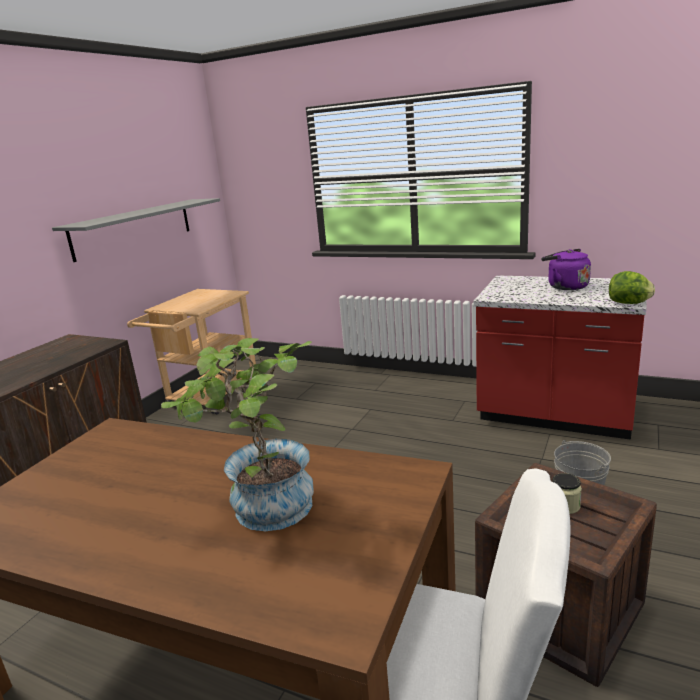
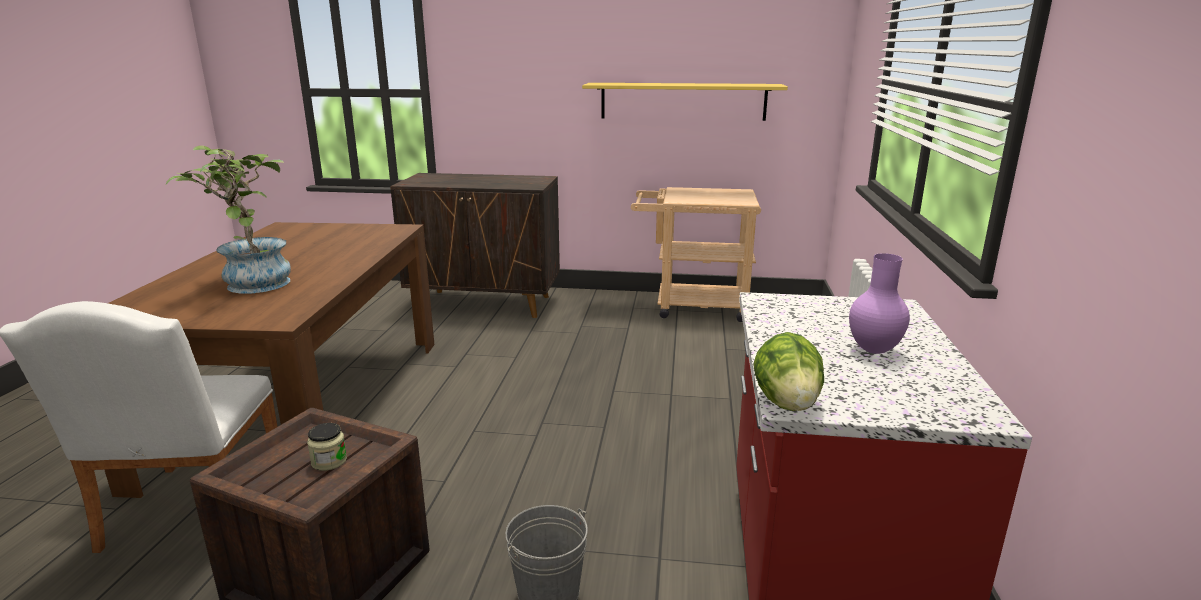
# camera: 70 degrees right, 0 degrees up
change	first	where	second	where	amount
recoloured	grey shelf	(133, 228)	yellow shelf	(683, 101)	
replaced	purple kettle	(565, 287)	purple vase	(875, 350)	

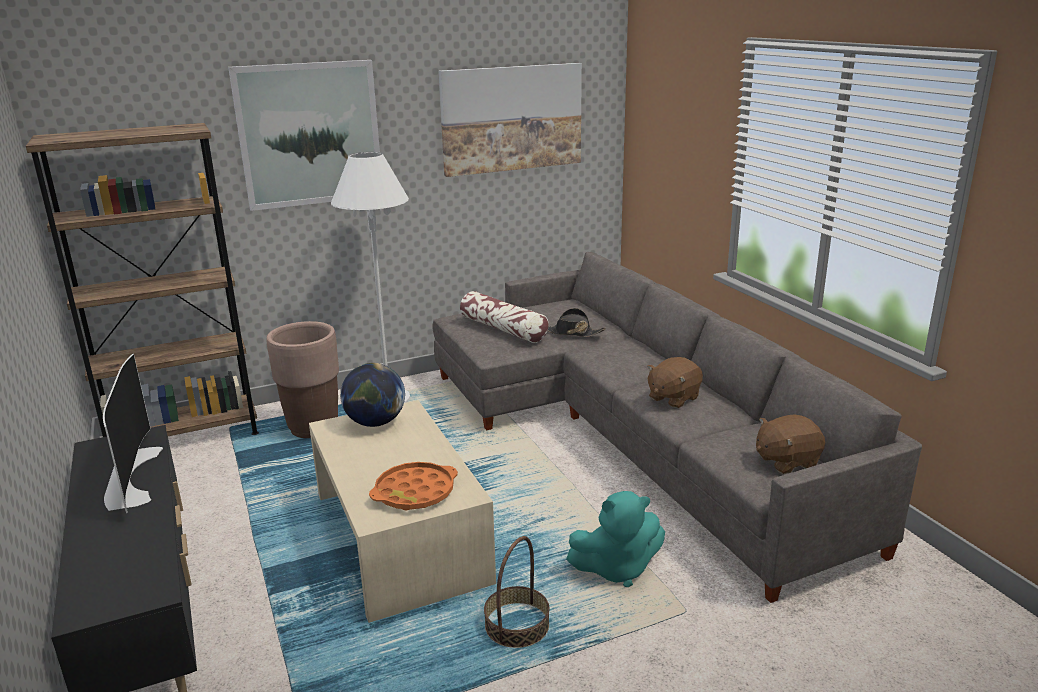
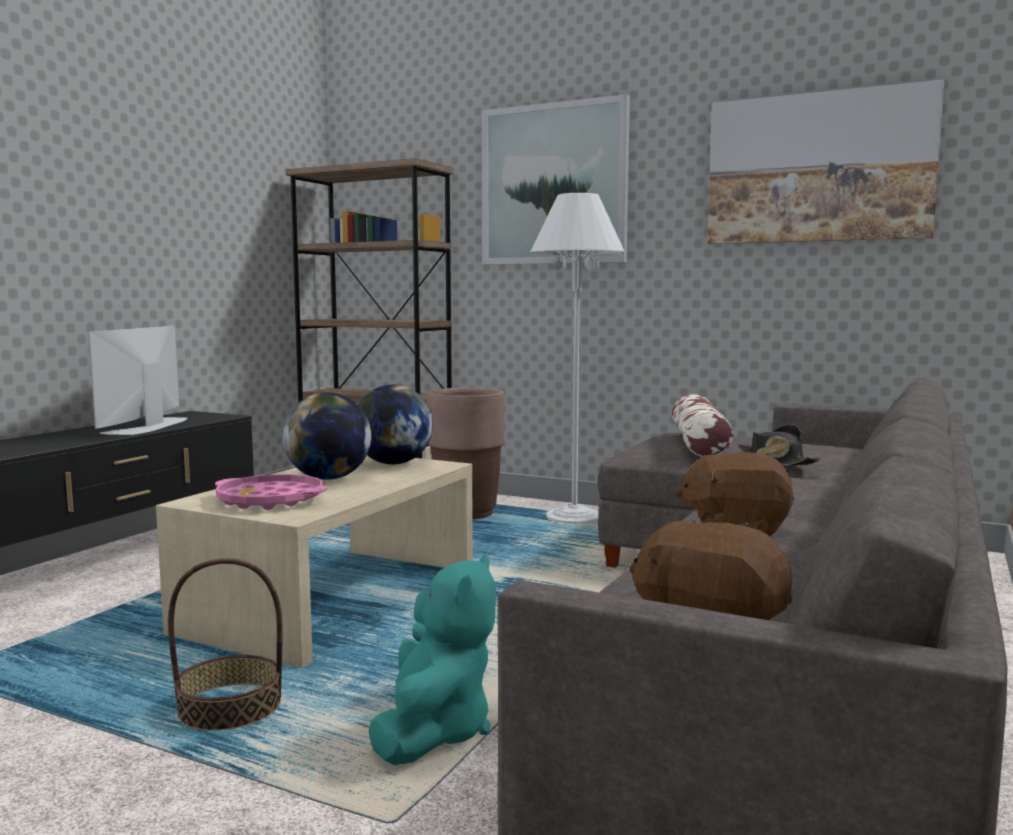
# camera: 50 degrees right, 15 degrees down
change	first	where	second	where	amount
turned	television	(129, 476)		(151, 425)	150 degrees clockwise
recoloured	orange tray	(415, 492)	pink tray	(270, 500)	
turned	turquoise plush toy	(616, 568)		(434, 731)	120 degrees counterclockwise
added			globe	(329, 478)	

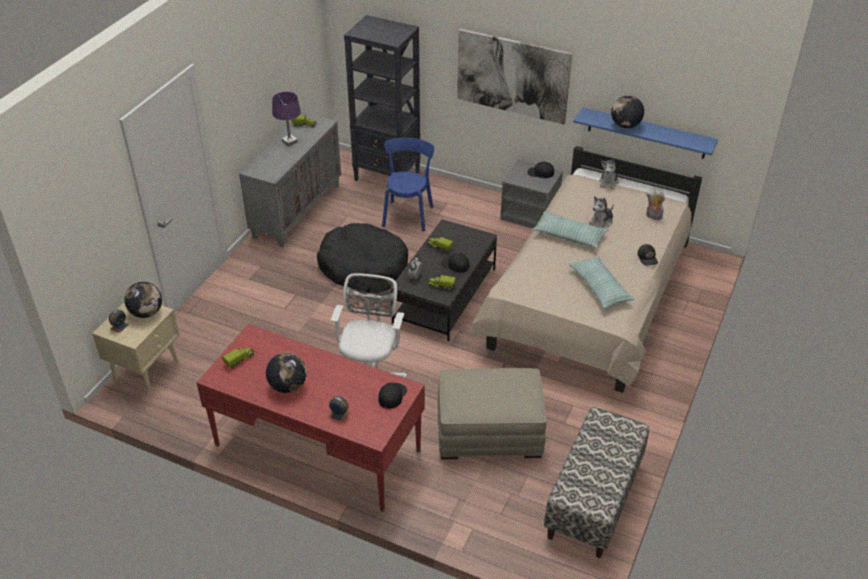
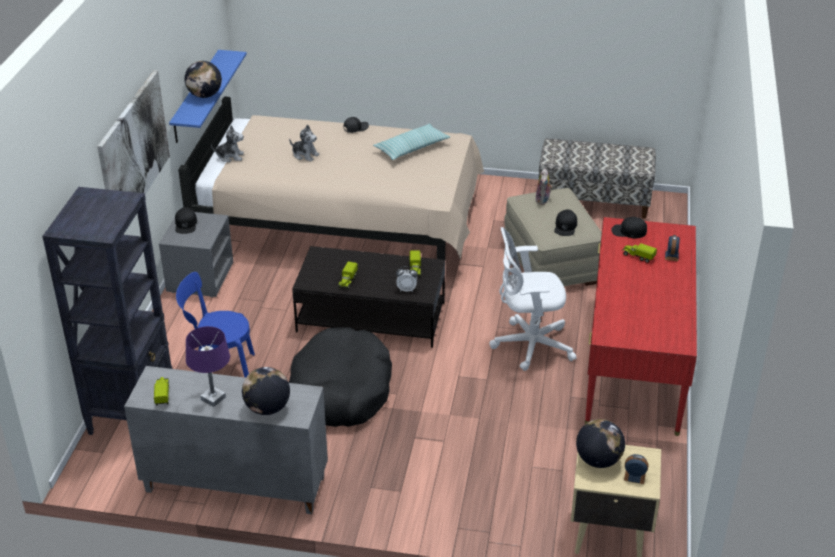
# camera: 105 degrees left, 5 degrees down
change	first	where	second	where	amount
moved	toy truck	(240, 360)		(638, 256)	
moved	globe	(288, 386)		(267, 408)	
moved	black cap	(455, 264)		(565, 226)	
removed	pillow	(569, 236)			
moved	plush toy	(653, 217)		(543, 200)	

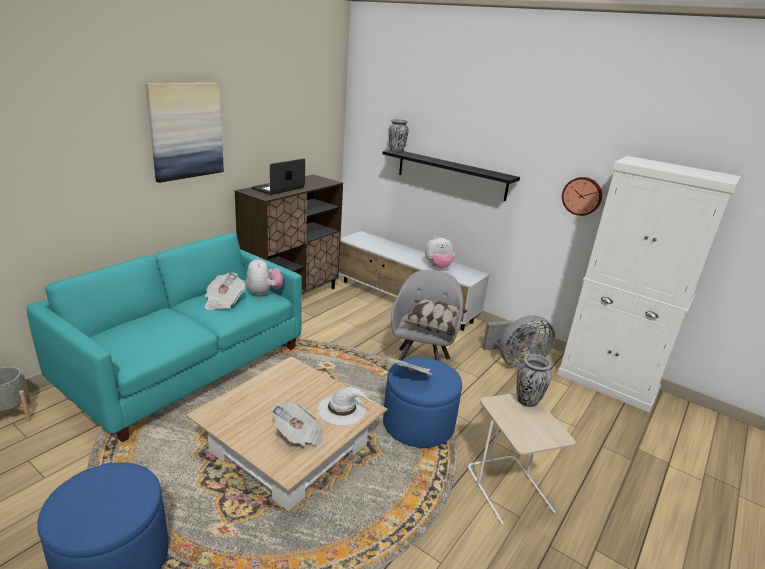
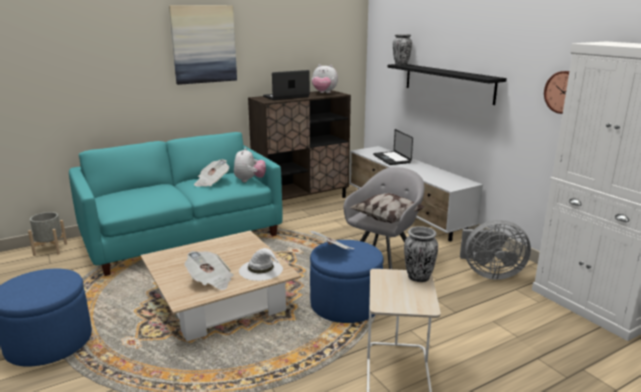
# camera: 25 degrees right, 5 degrees down
change	first	where	second	where	amount
moved	plush toy	(438, 267)		(324, 93)	
added			laptop	(391, 159)	

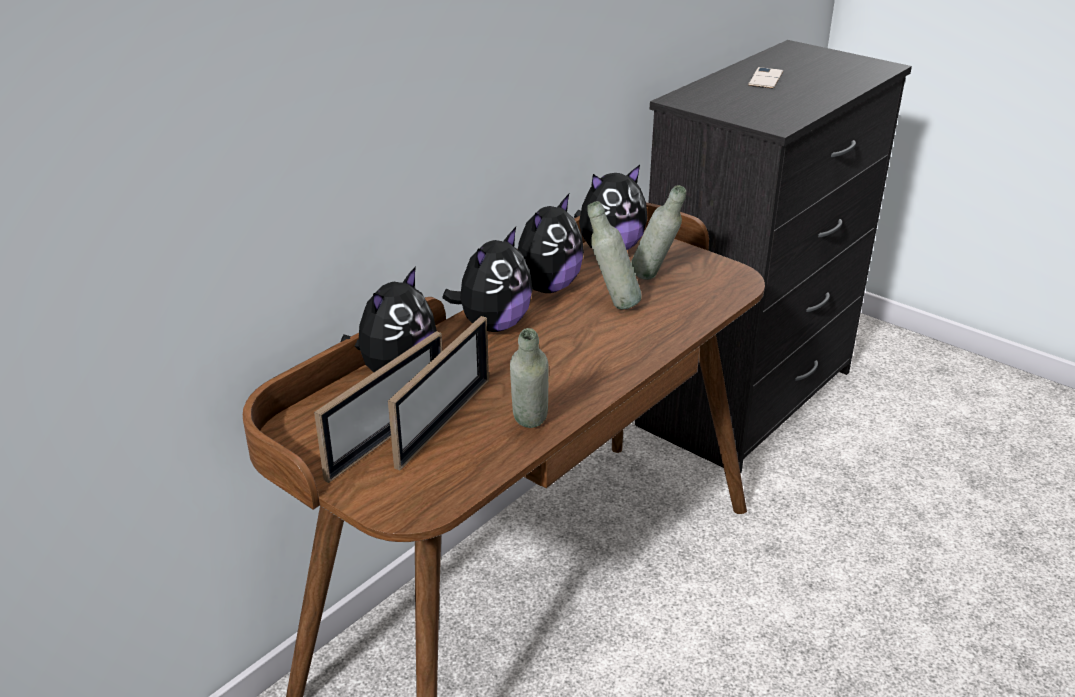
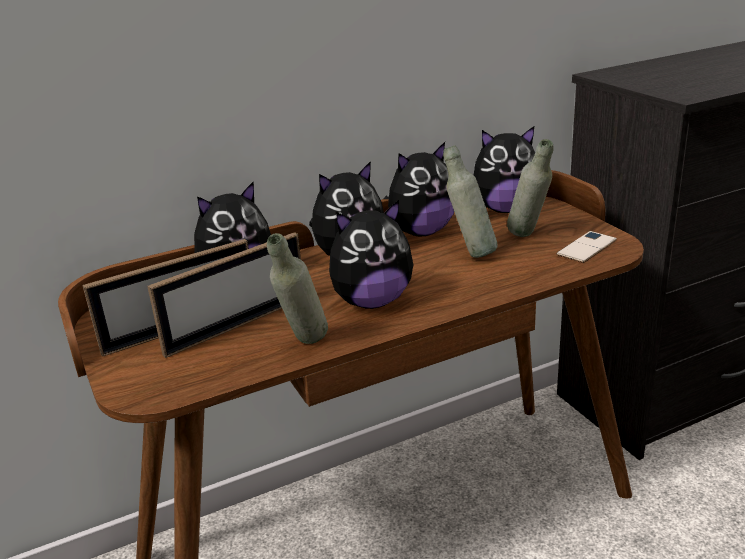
# camera: 25 degrees right, 5 degrees down
change	first	where	second	where	amount
moved	phone	(765, 79)		(586, 247)	
added			plush toy	(372, 301)	

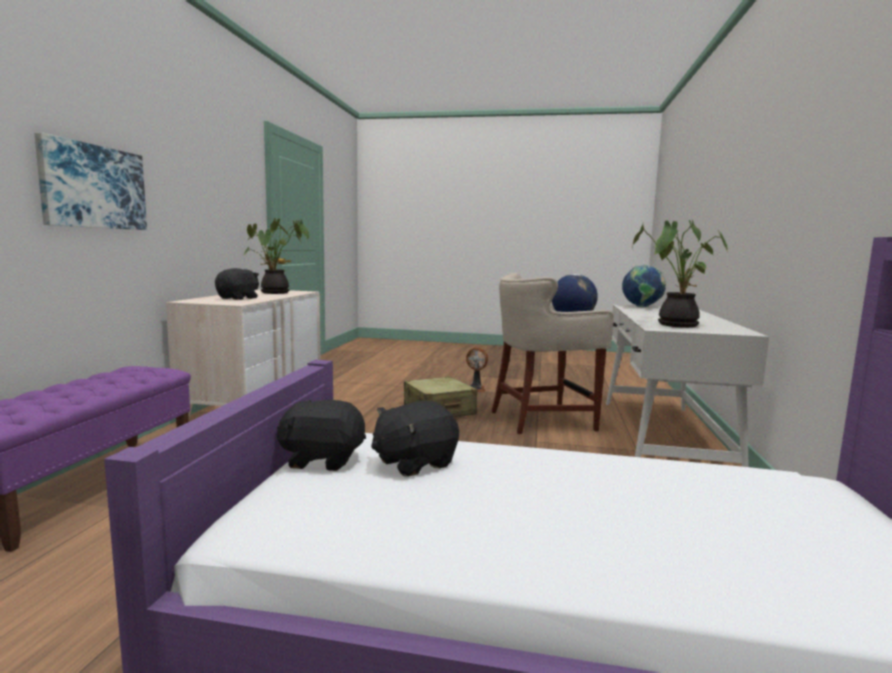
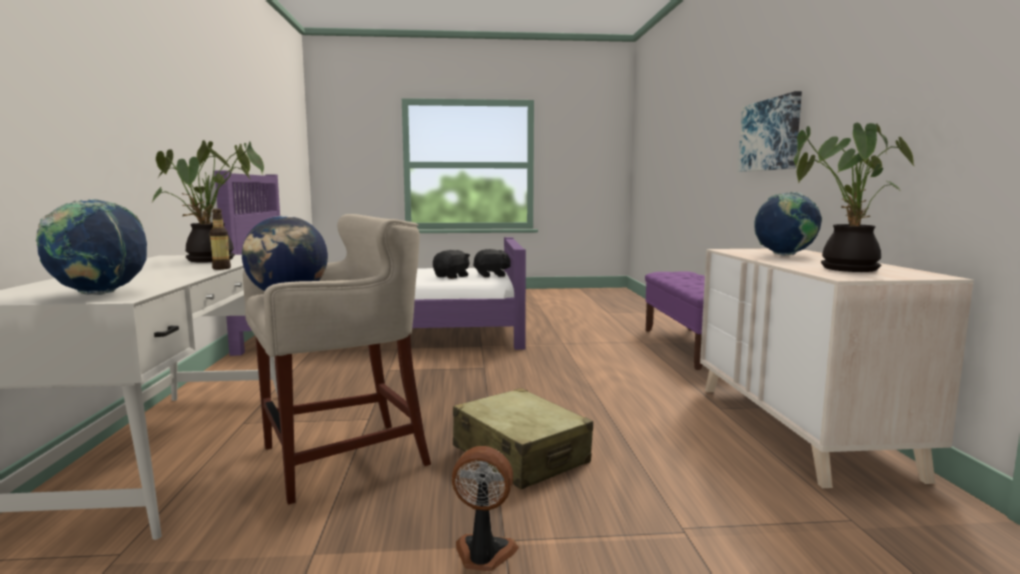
# camera: 165 degrees right, 0 degrees up
change	first	where	second	where	amount
replaced	black plush toy	(238, 298)	globe	(785, 255)	
added			bottle	(221, 268)	

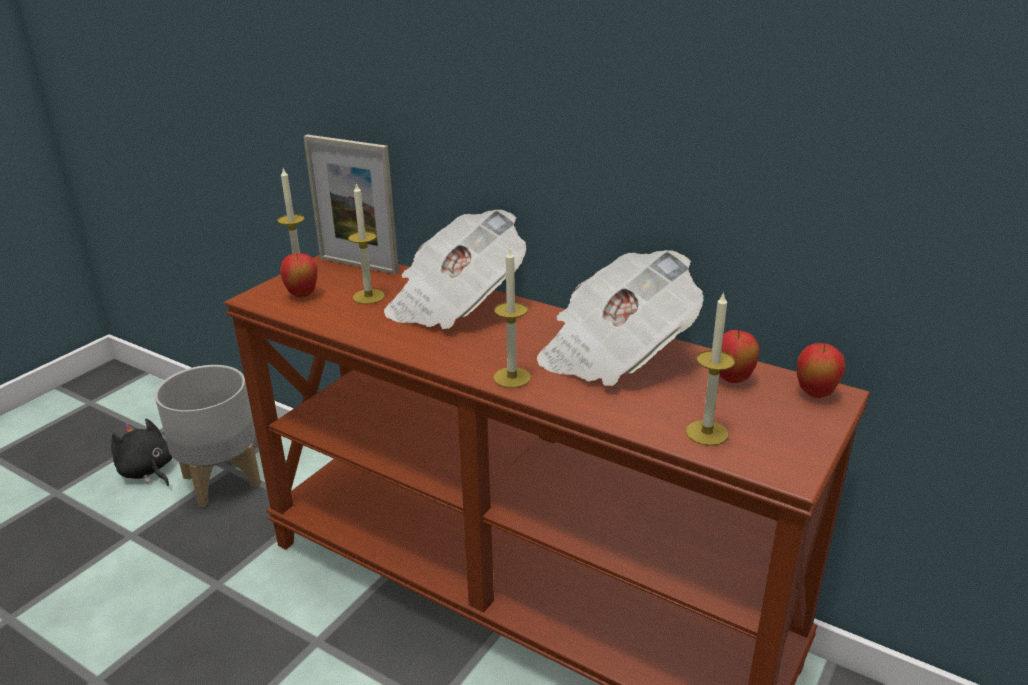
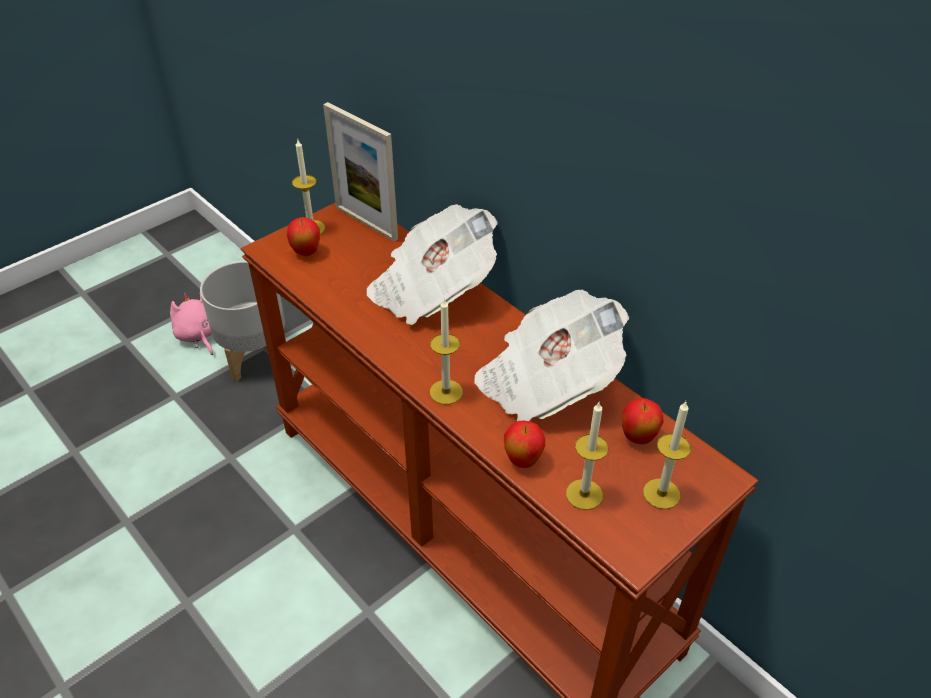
# camera: 15 degrees right, 15 degrees up
change	first	where	second	where	amount
recoloured	black plush toy	(147, 471)	pink plush toy	(199, 335)	
moved	candle	(368, 296)		(661, 494)	
moved	apple	(815, 394)		(523, 460)	

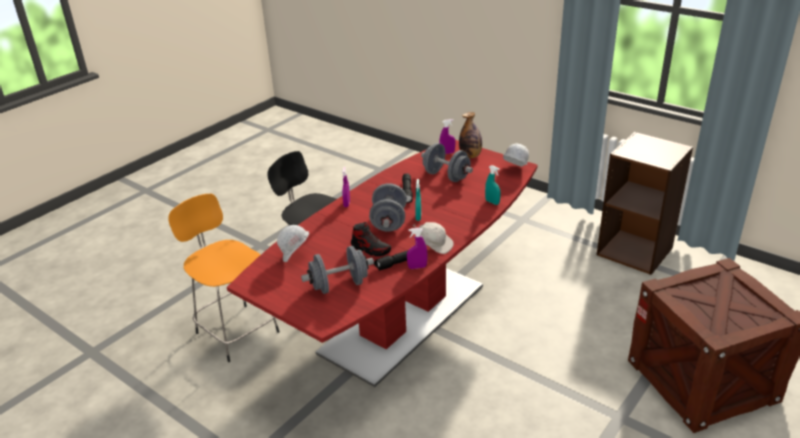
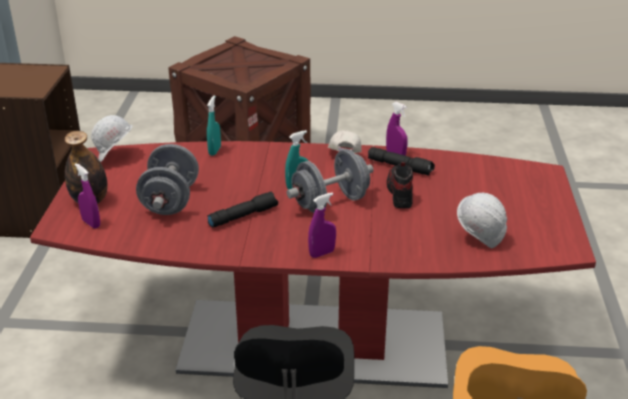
# camera: 125 degrees left, 0 degrees up
change	first	where	second	where	amount
removed	grey dumbbell	(339, 285)			

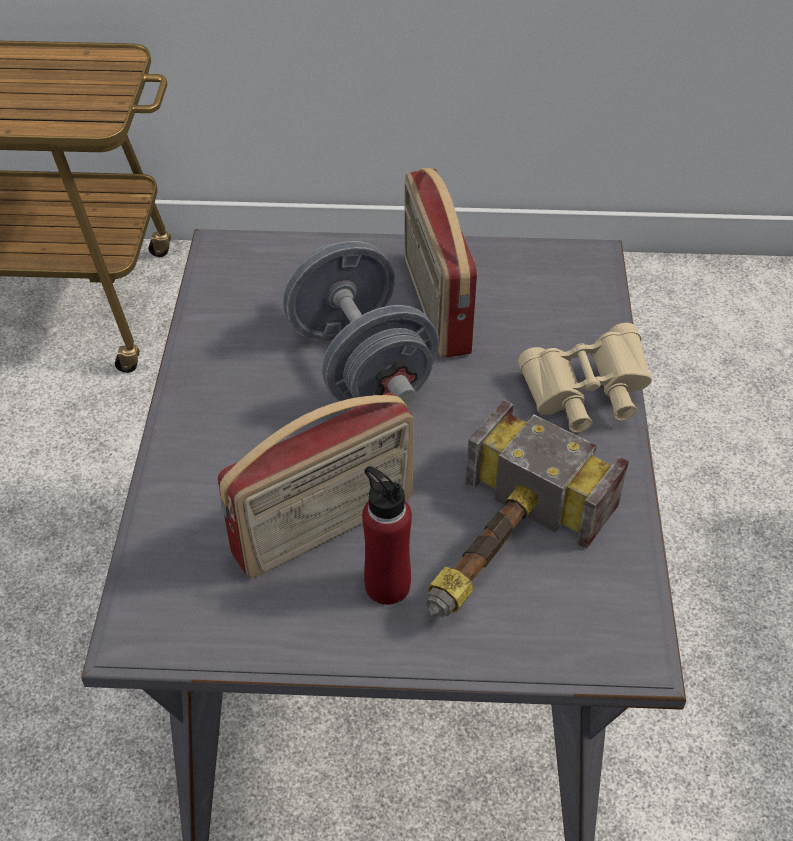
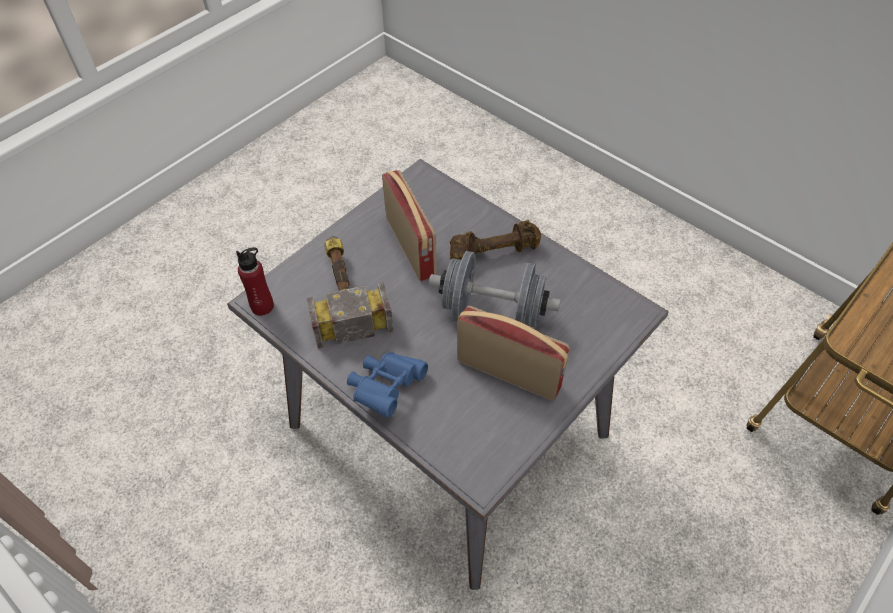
# camera: 130 degrees right, 5 degrees up
change	first	where	second	where	amount
turned	radio	(325, 529)		(412, 247)	150 degrees clockwise
moved	red bottle	(387, 585)		(262, 306)	
recoloured	beige binoculars	(584, 396)	blue binoculars	(386, 388)	
added			brown dumbbell	(493, 251)	

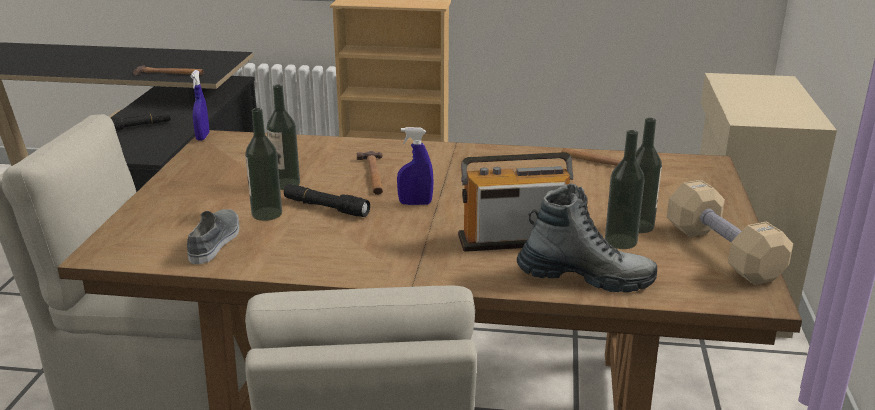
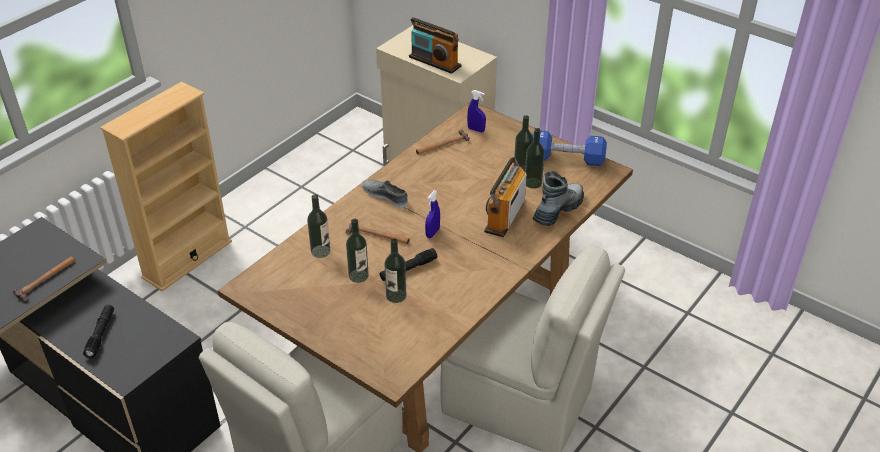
# camera: 60 degrees left, 15 degrees up
change	first	where	second	where	amount
moved	grey shoe	(215, 241)		(385, 195)	
moved	blue spray bottle	(203, 137)		(476, 130)	
recoloured	beige dumbbell	(722, 252)	blue dumbbell	(566, 159)	
added			bottle	(320, 251)	
added			radio	(434, 62)	

